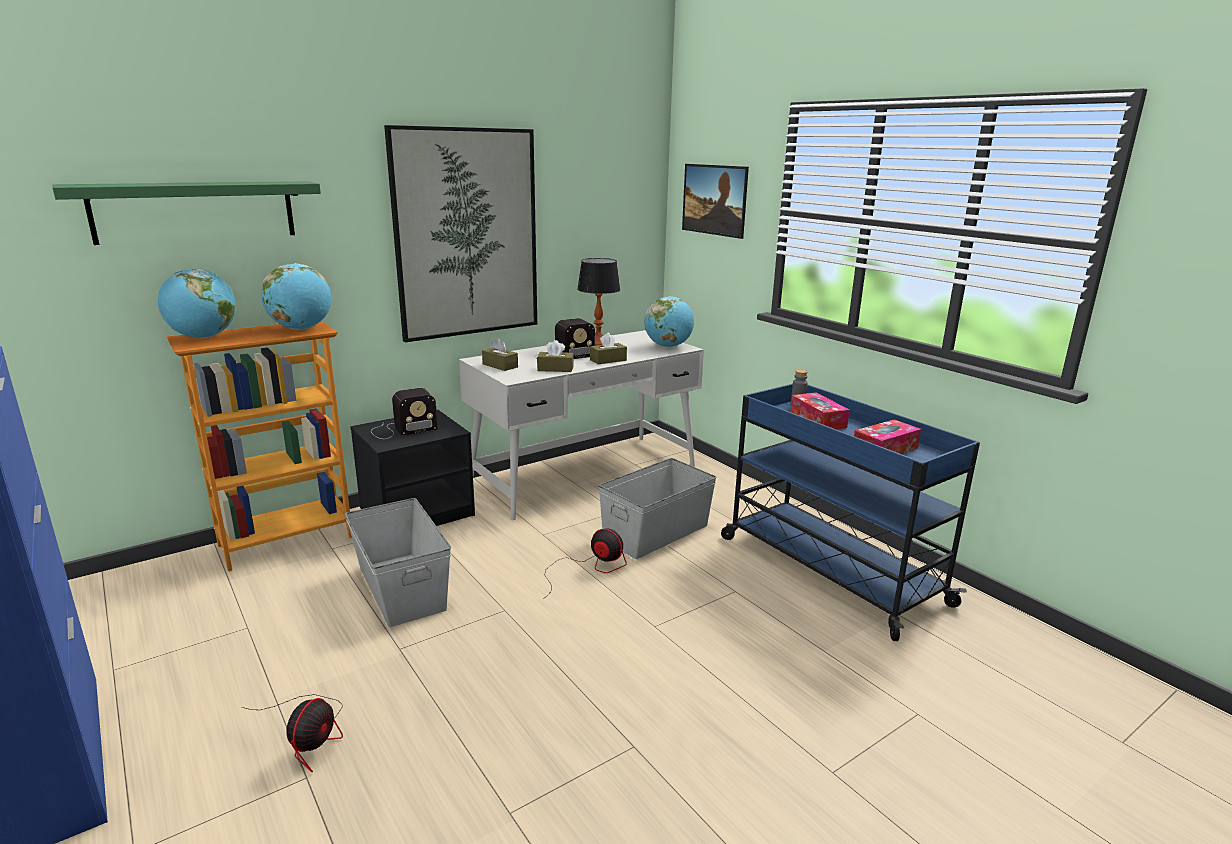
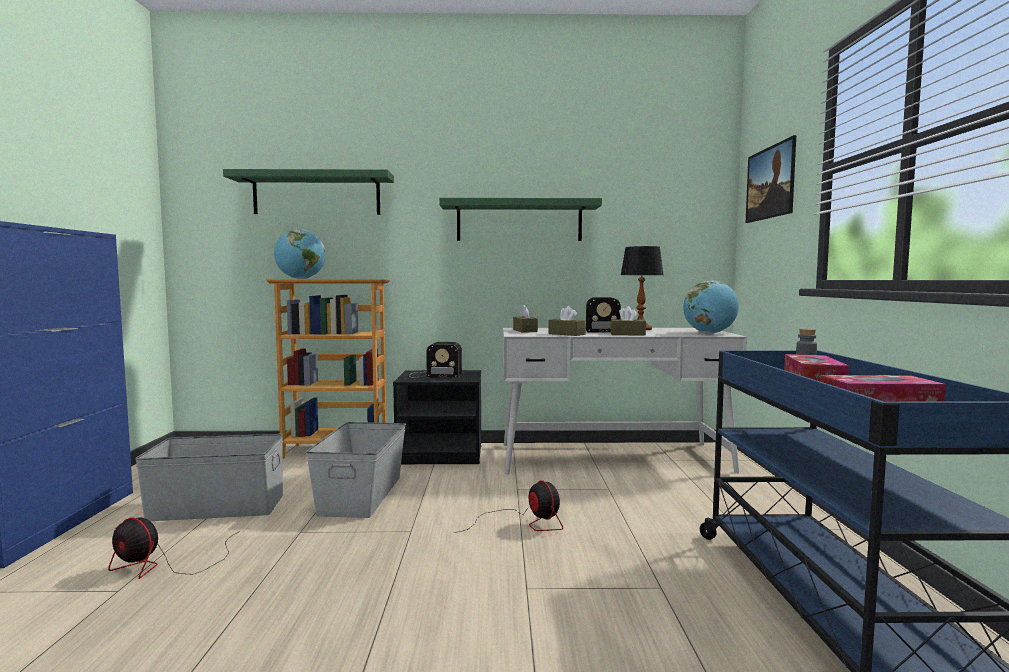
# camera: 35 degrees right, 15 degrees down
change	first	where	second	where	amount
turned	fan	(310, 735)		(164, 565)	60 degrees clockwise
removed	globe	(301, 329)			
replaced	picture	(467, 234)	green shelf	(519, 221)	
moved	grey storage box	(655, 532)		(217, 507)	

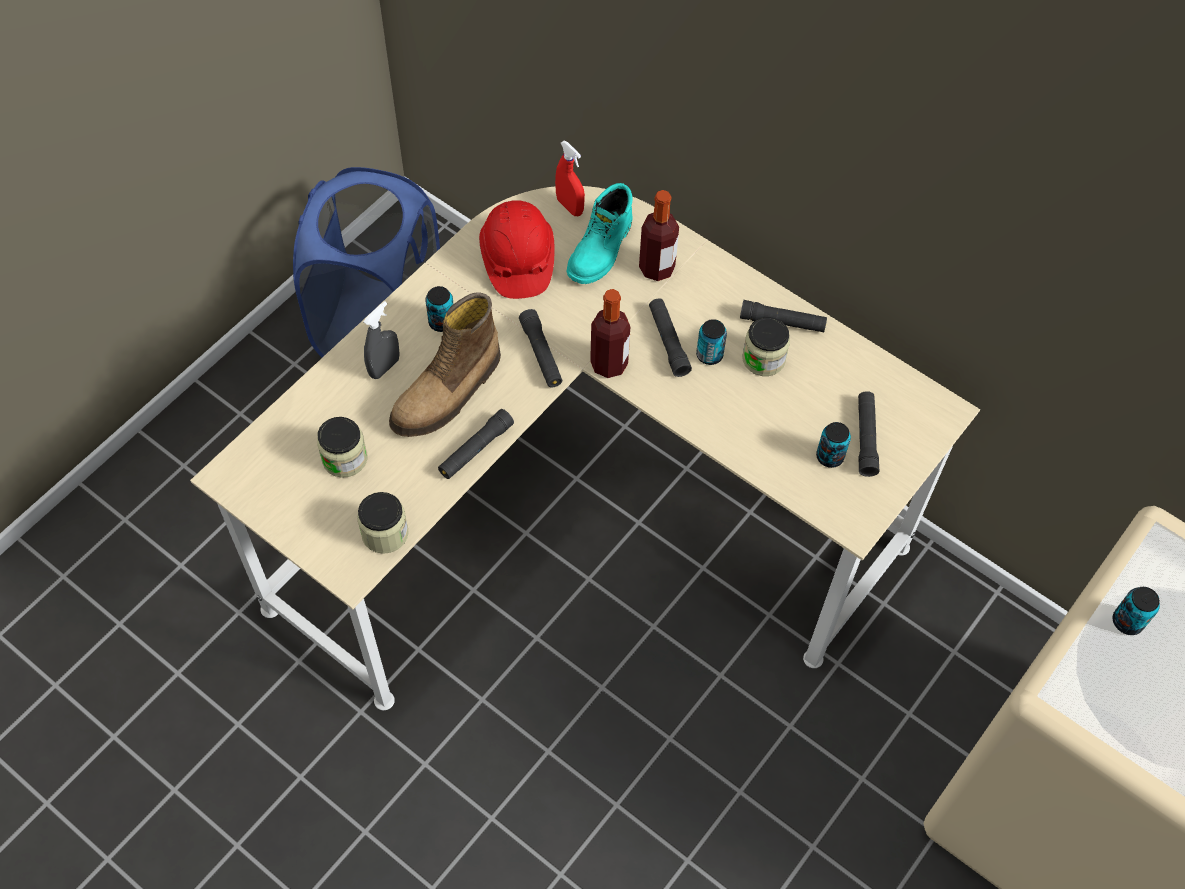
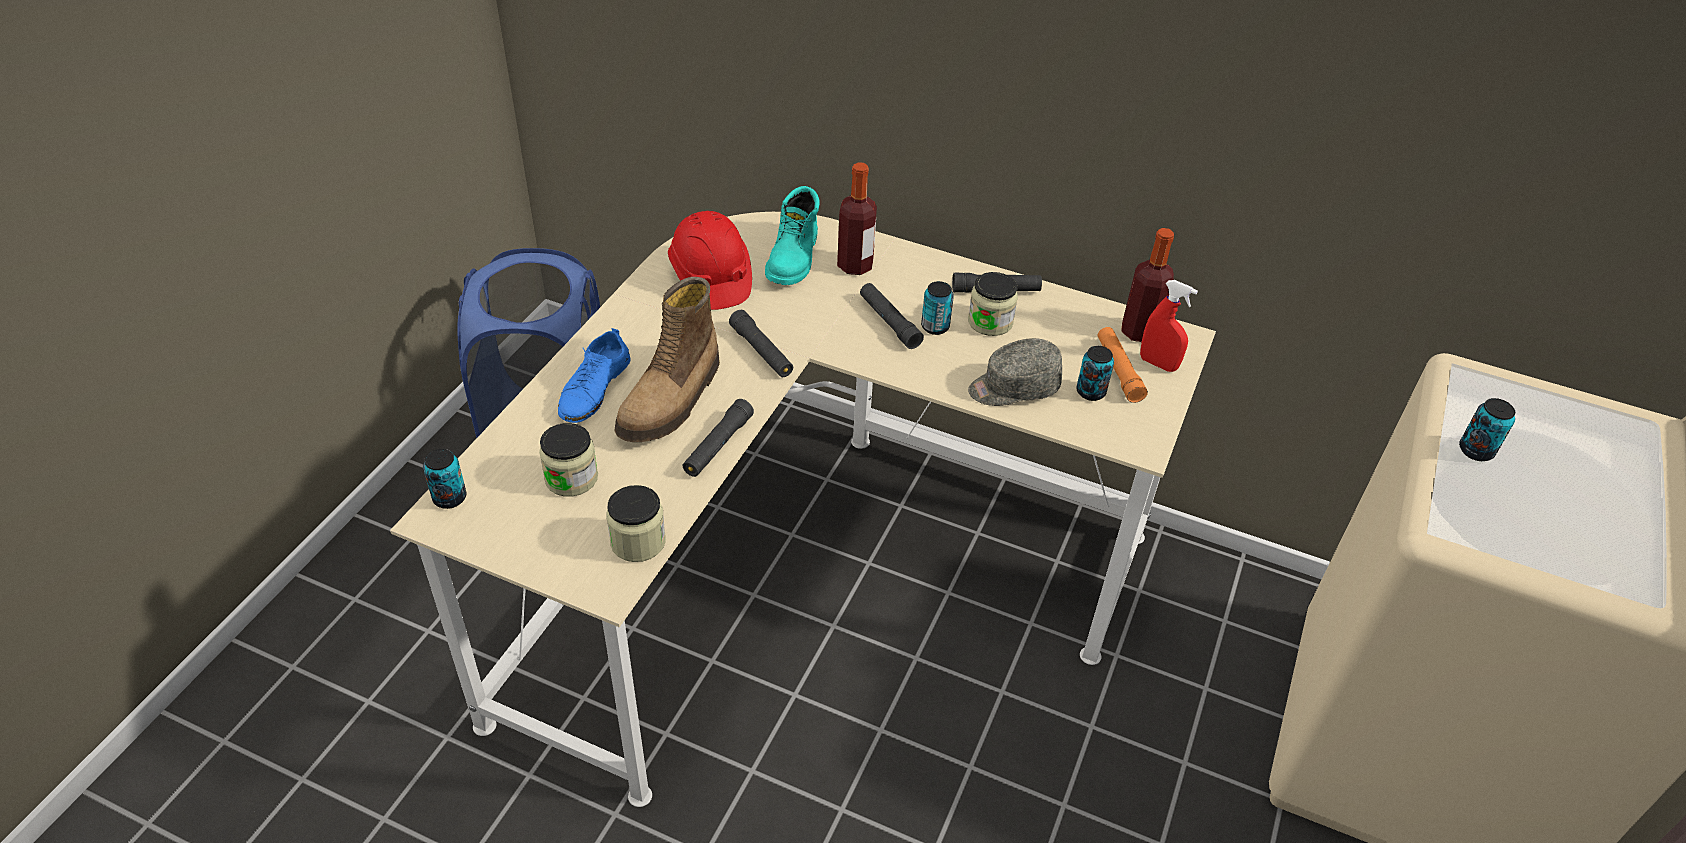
# camera: 15 degrees left, 15 degrees down
change	first	where	second	where	amount
replaced	grey spray bottle	(384, 367)	blue shoe	(594, 388)	
moved	can	(442, 322)		(449, 498)	
moved	red spray bottle	(569, 206)		(1158, 364)	
moved	bottle	(609, 364)		(1139, 332)	
recoloured	black flashlight	(865, 437)	orange flashlight	(1118, 370)	
added			grey cap	(1013, 388)	

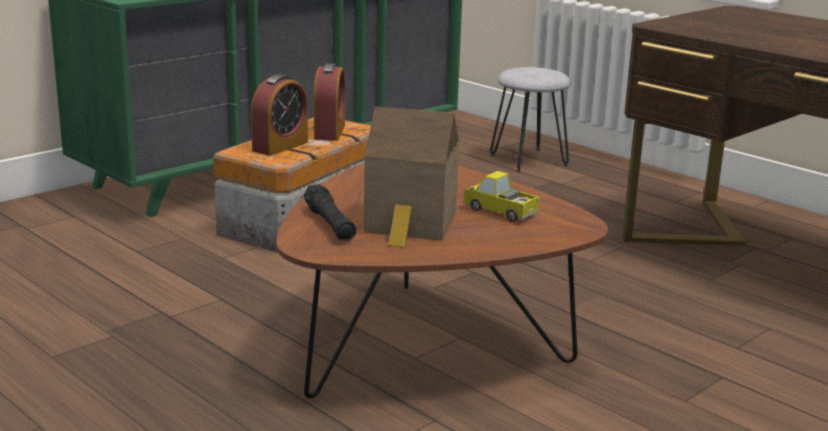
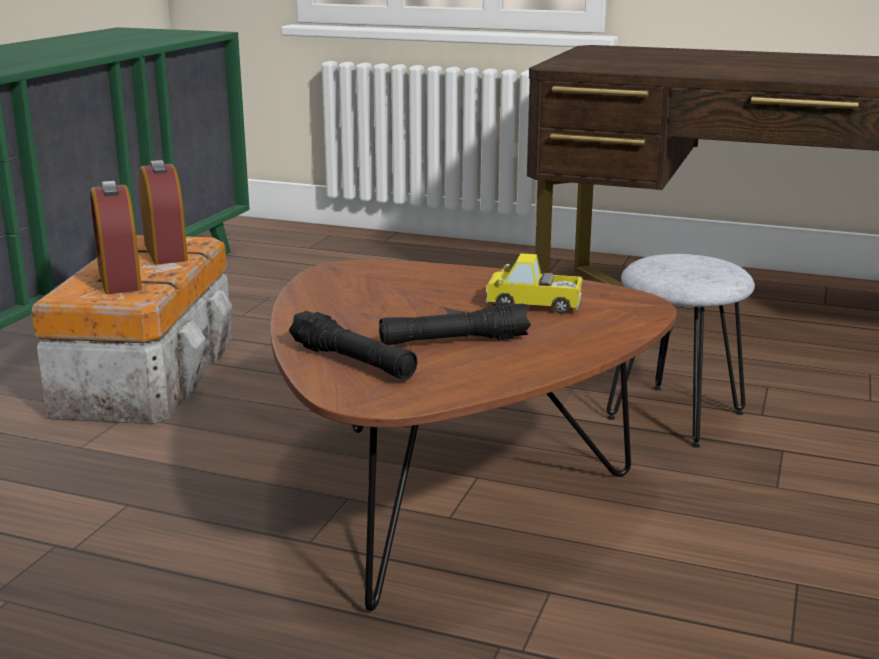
# camera: 25 degrees left, 0 degrees up
change	first	where	second	where	amount
turned	alarm clock	(280, 146)		(119, 280)	150 degrees clockwise
replaced	toy house	(410, 224)	black flashlight	(453, 341)	
moved	grey stool	(529, 160)		(676, 415)	

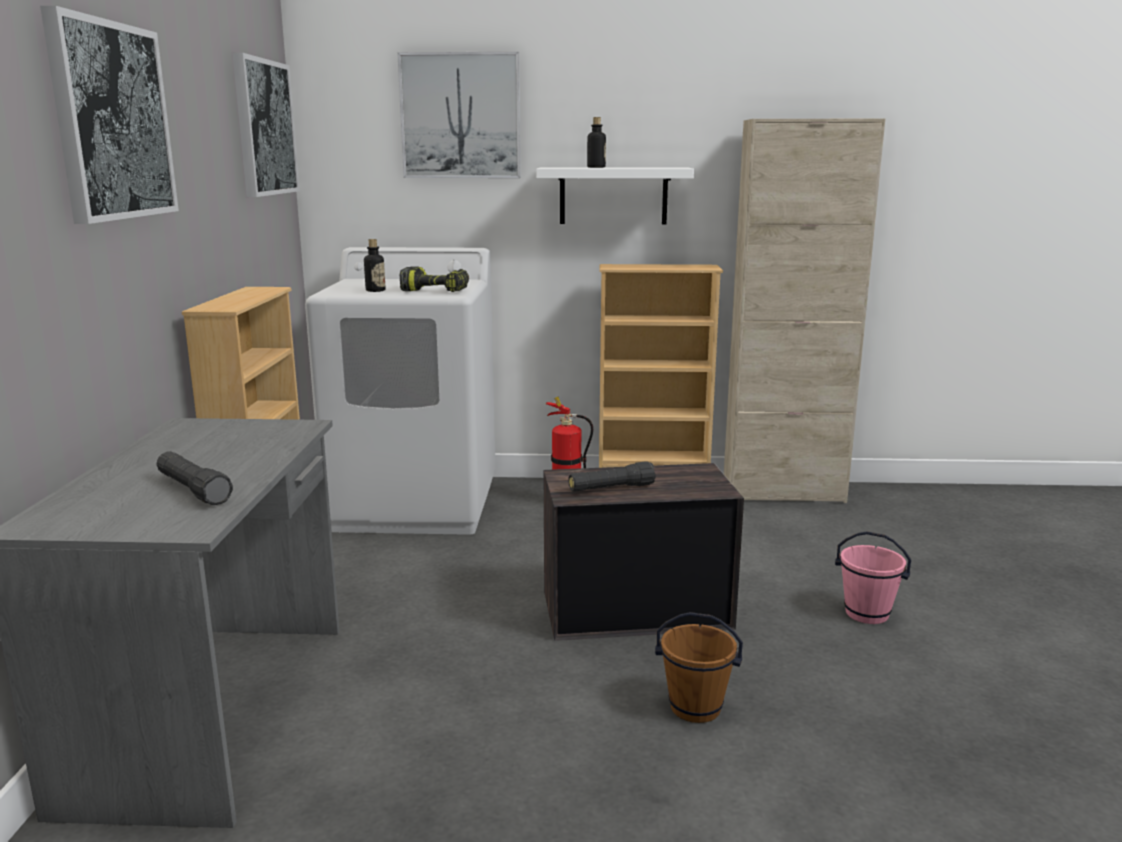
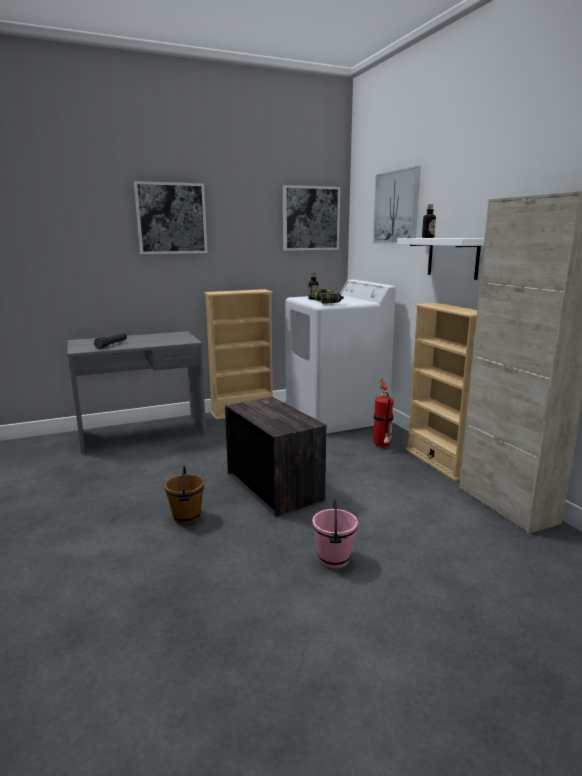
# camera: 65 degrees right, 0 degrees up
change	first	where	second	where	amount
removed	black flashlight	(611, 488)			

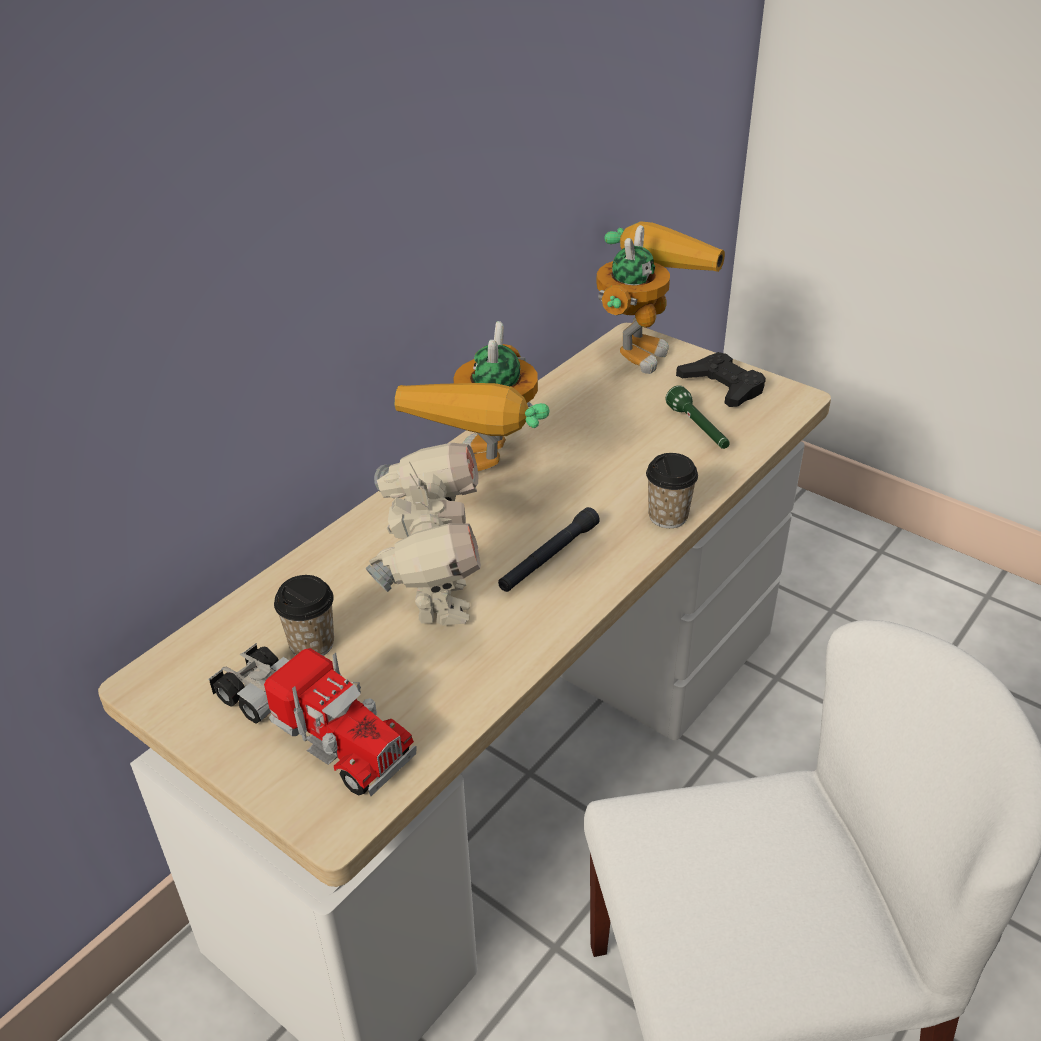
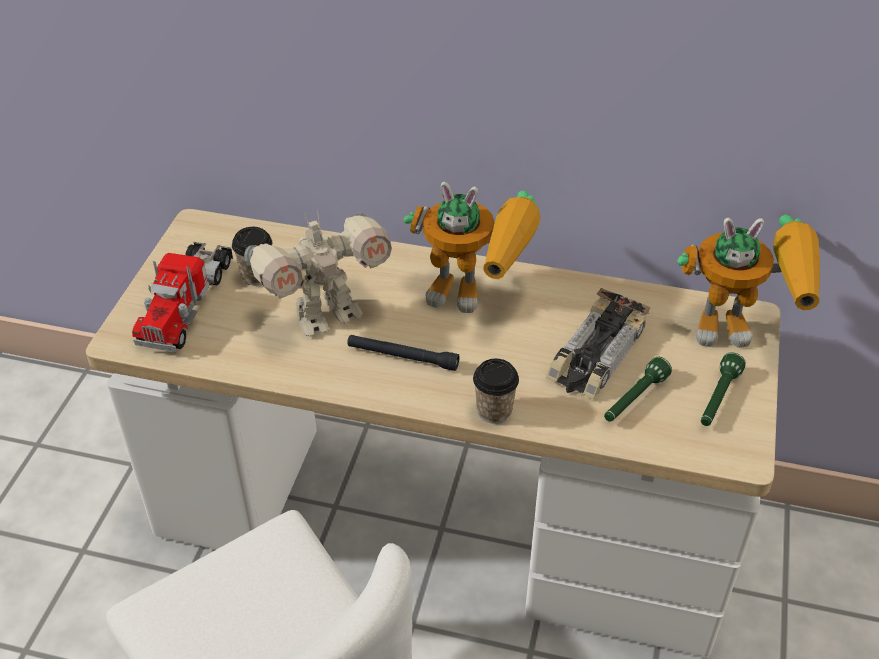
# camera: 65 degrees right, 5 degrees up
change	first	where	second	where	amount
turned	toy robot	(488, 478)		(477, 295)	150 degrees counterclockwise
replaced	black game controller	(722, 387)	green flashlight	(718, 399)	
added			toy car	(596, 355)	

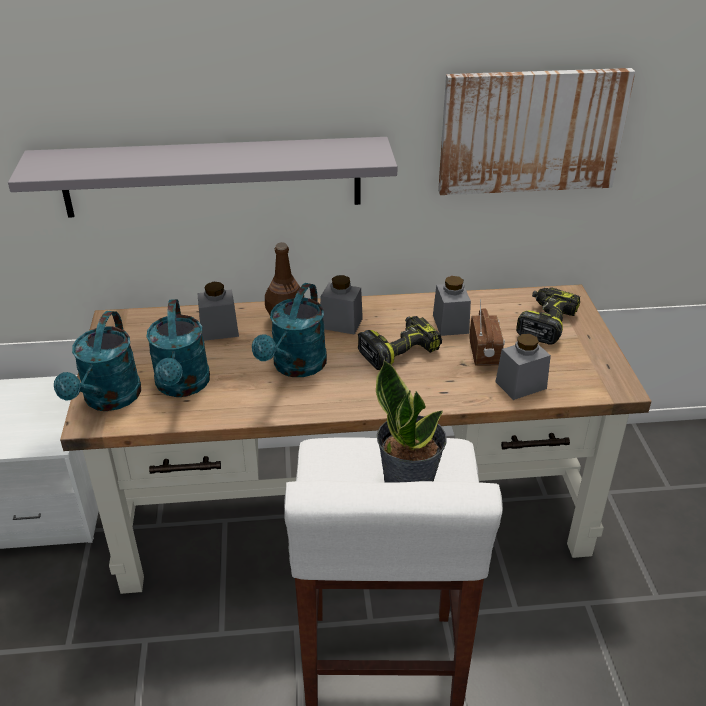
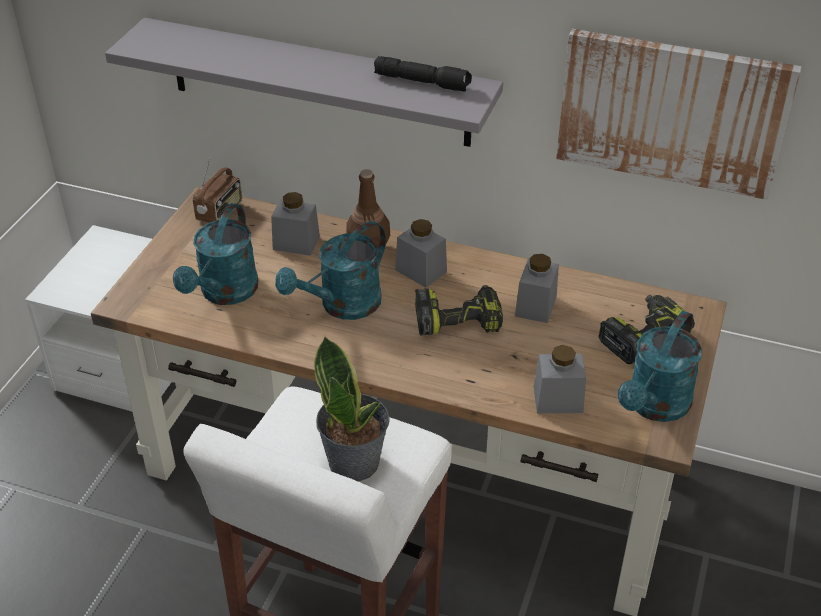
# camera: 25 degrees right, 5 degrees up
change	first	where	second	where	amount
moved	turquoise watering can	(108, 400)		(654, 407)	
moved	radio	(485, 354)		(220, 213)	
added			black flashlight	(423, 82)	

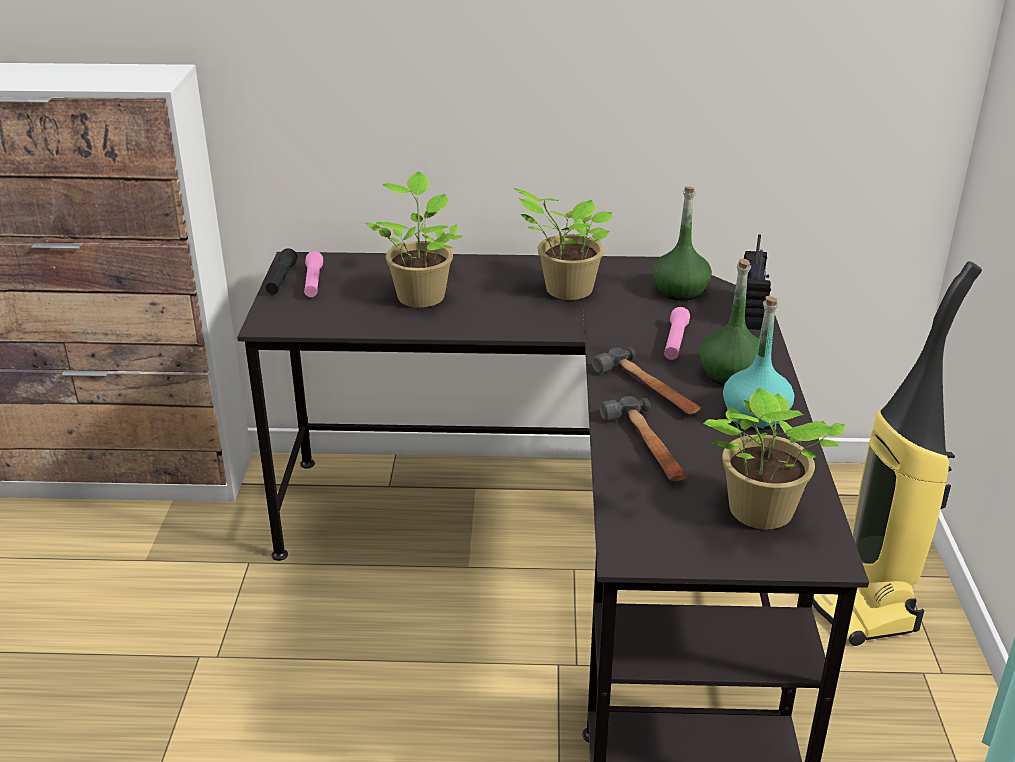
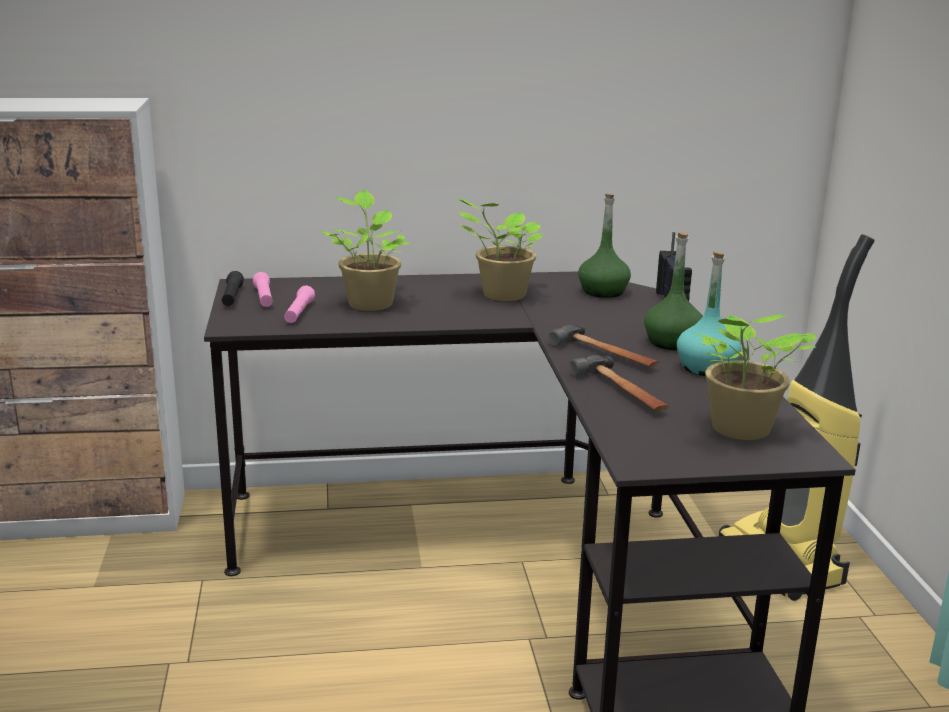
# camera: 10 degrees left, 10 degrees down
change	first	where	second	where	amount
moved	pink flashlight	(675, 342)		(299, 313)	

